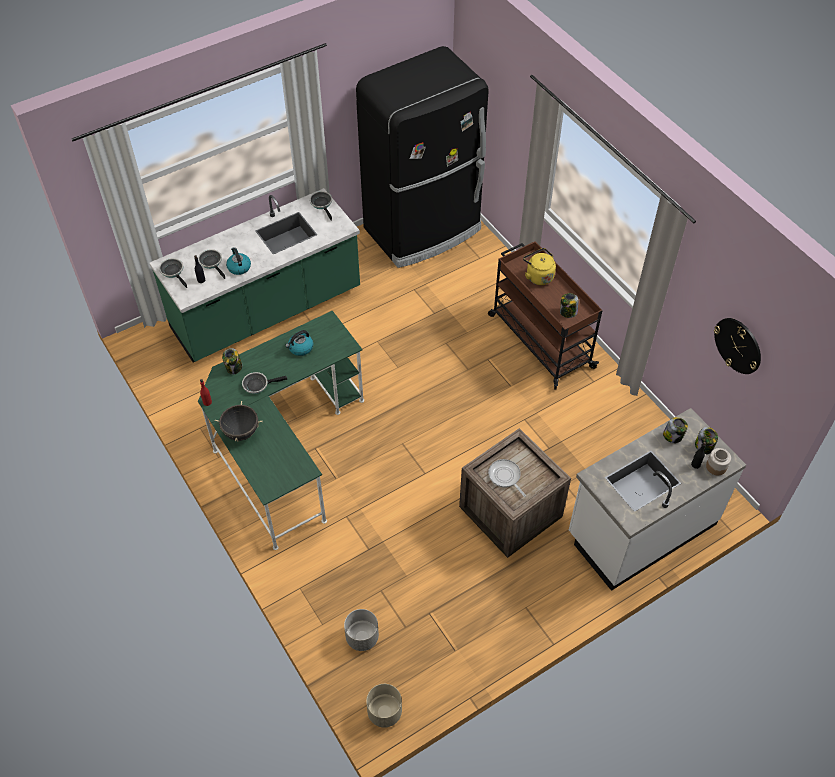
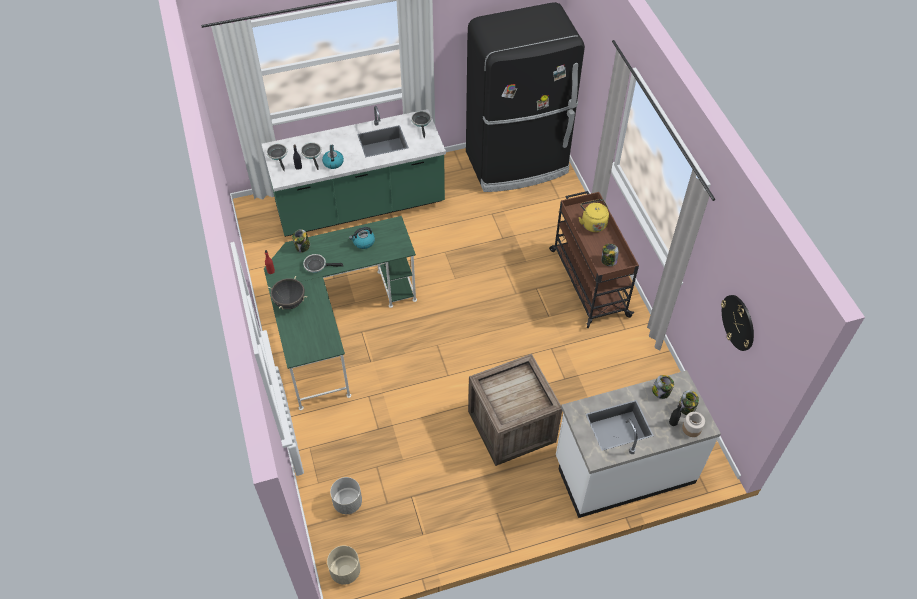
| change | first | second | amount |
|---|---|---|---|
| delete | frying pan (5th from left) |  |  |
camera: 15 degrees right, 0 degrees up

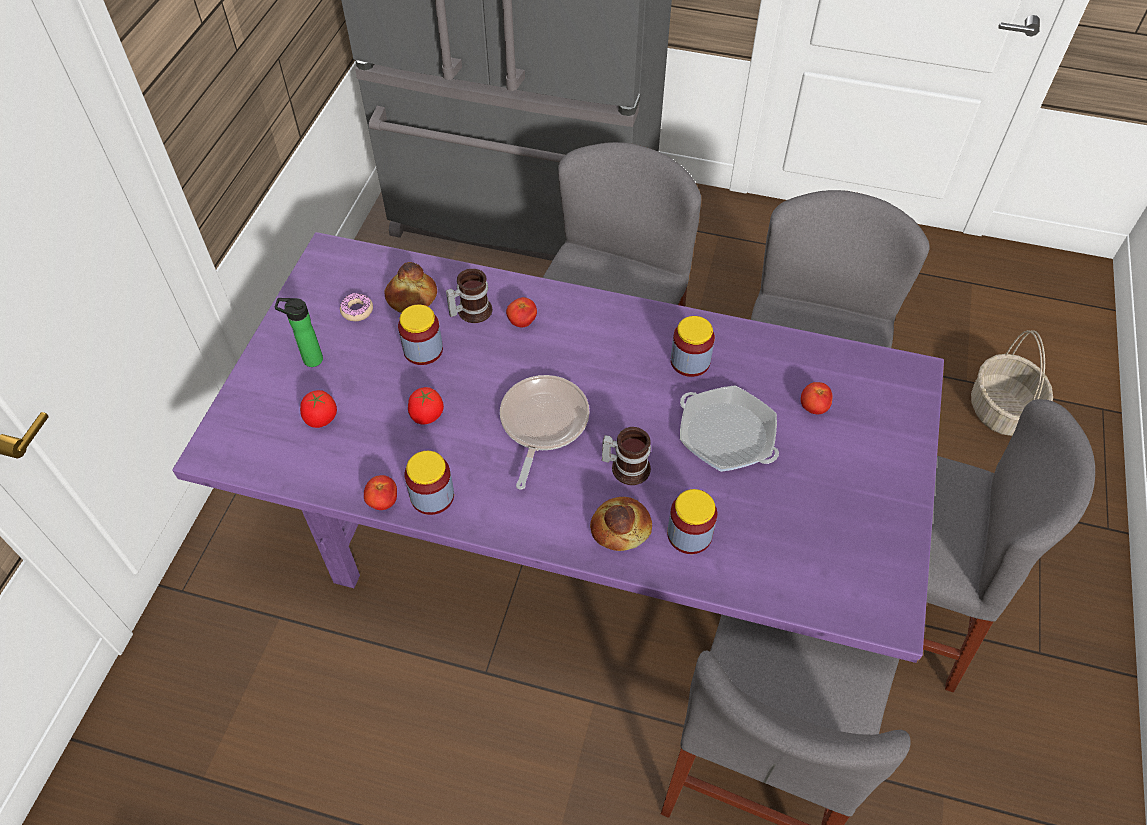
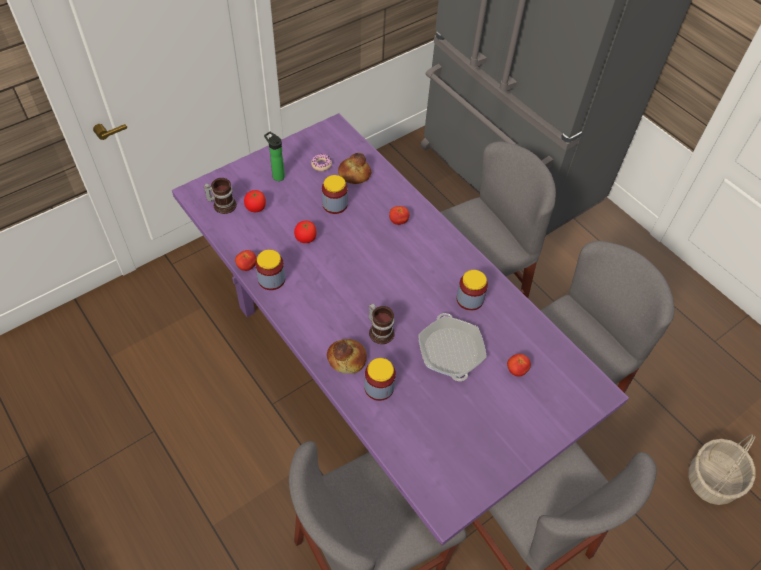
| change | first | second | amount |
|---|---|---|---|
| move | mug (1st from left) |  |  |
| delete | frying pan (1st from left) |  |  |
camera: 35 degrees right, 0 degrees up

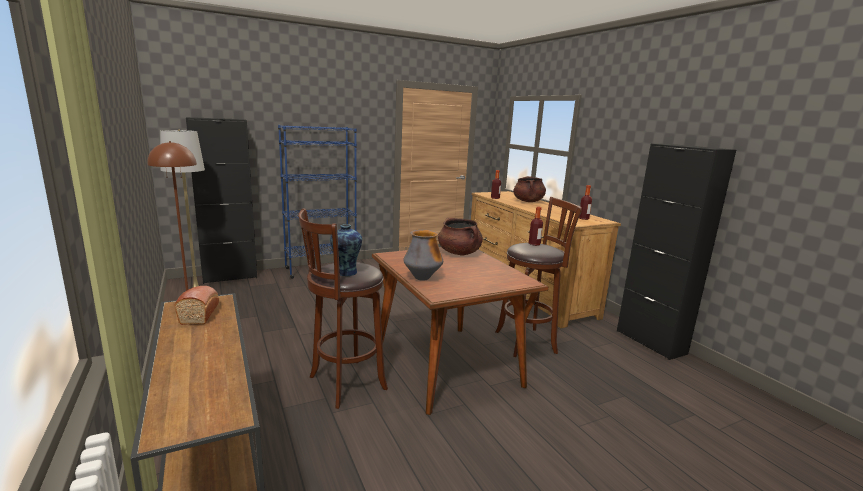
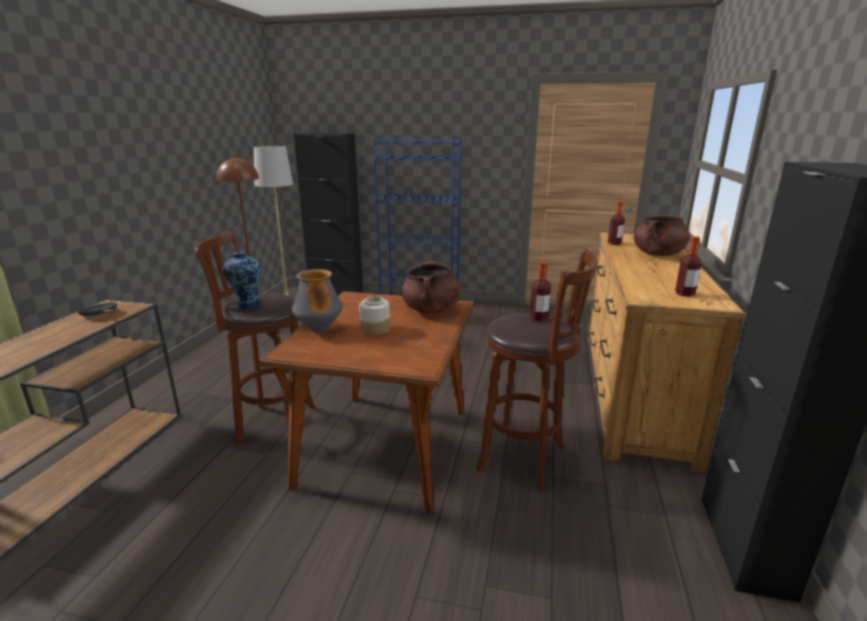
| change | first | second | amount |
|---|---|---|---|
| replace | bread | black frying pan |  |
| insert |  | jar |  |
camera: 40 degrees right, 5 degrees up

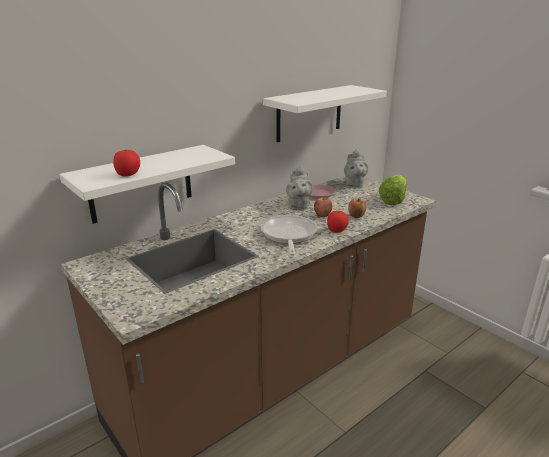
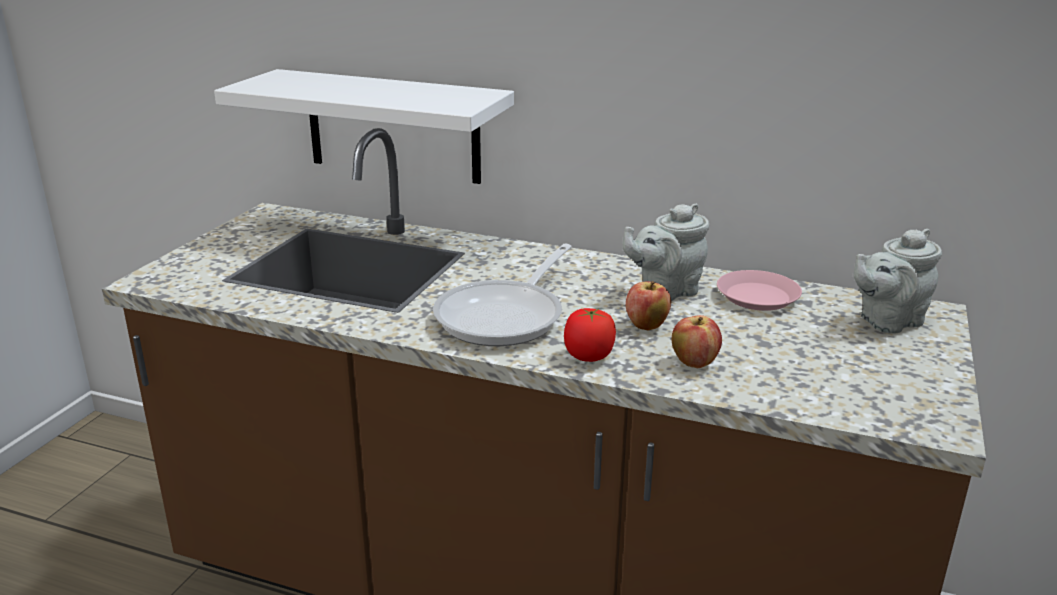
| change | first | second | amount |
|---|---|---|---|
| rotate | frying pan |  | 150 degrees clockwise |
| delete | tomato (1st from left) |  |  |
| delete | whitish shelf (2nd from left) |  |  |
| delete | lettuce |  |  |
camera: 60 degrees right, 0 degrees up

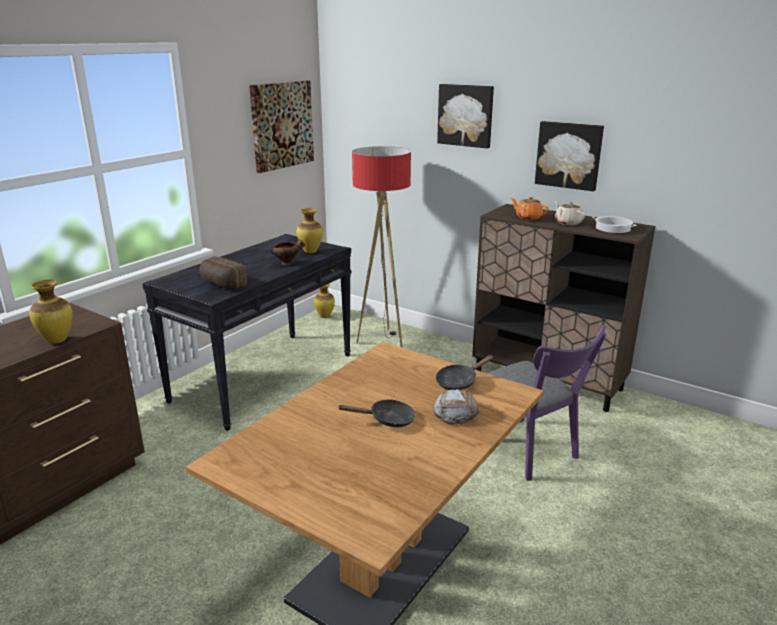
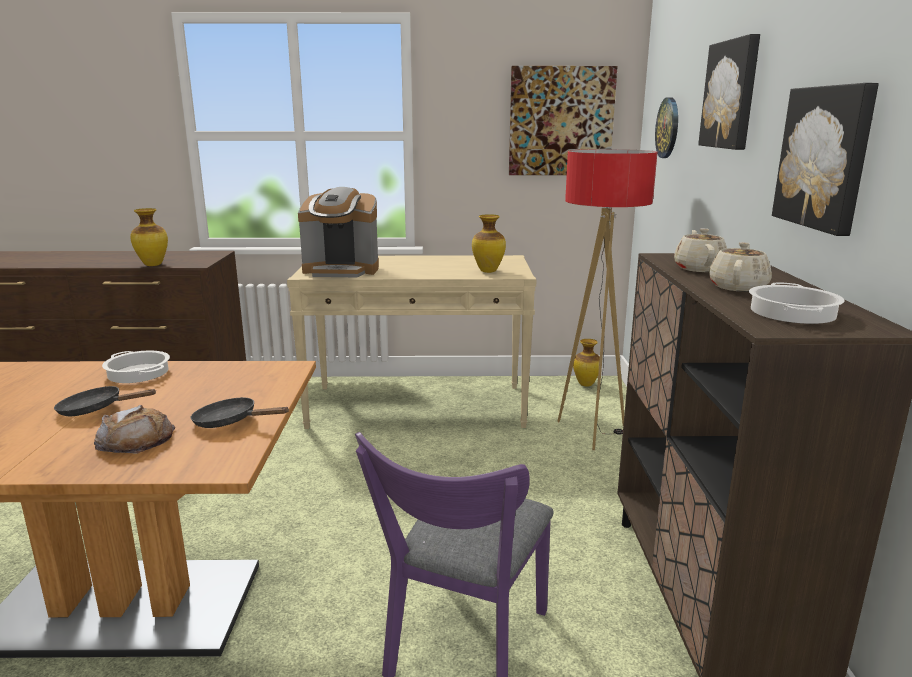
| change | first | second | amount |
|---|---|---|---|
| rotate | black frying pan (1st from left) |  | 135 degrees clockwise |
| insert |  | saucepot (1st from left) |  |
| recolor | black console table | beige console table |  |
| replace | bread (1st from left) | coffee maker |  |
| insert |  | hanging clock |  |
| recolor | orange teapot | beige teapot (1st from left) |  |
| delete | deep dish |  |  |
camera: 55 degrees right, 5 degrees down

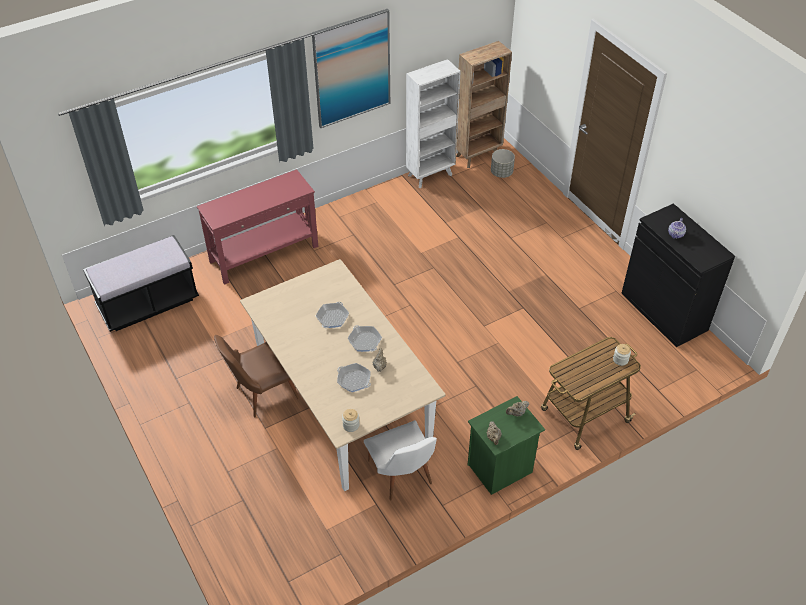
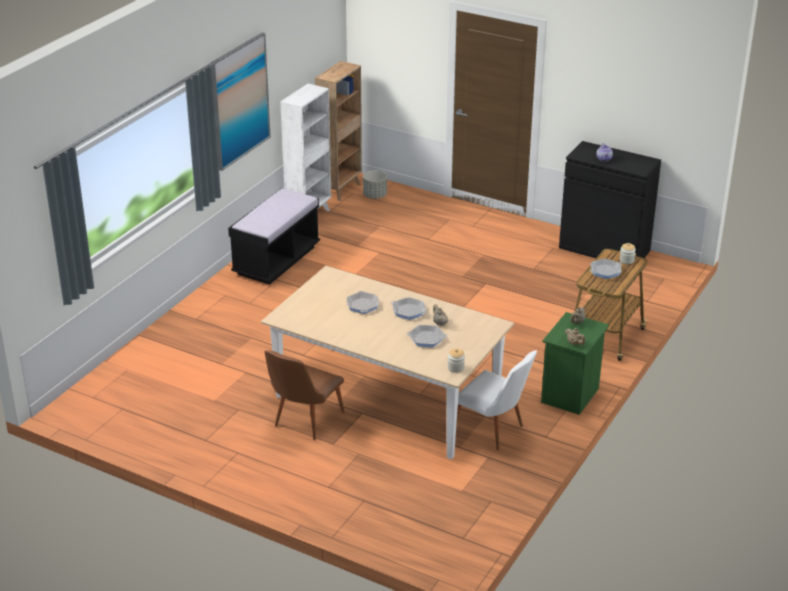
| change | first | second | amount |
|---|---|---|---|
| move | black indoor bench |  |  |
| insert |  | frying pan (4th from left) |  |
| delete | red console table |  |  |
camera: 30 degrees left, 15 degrees down

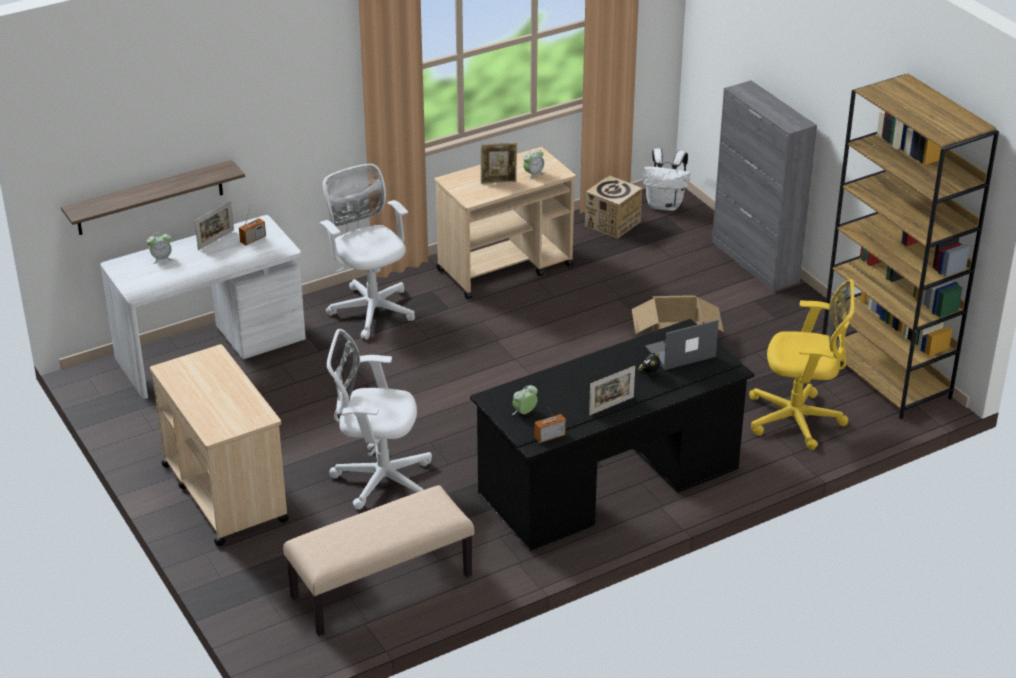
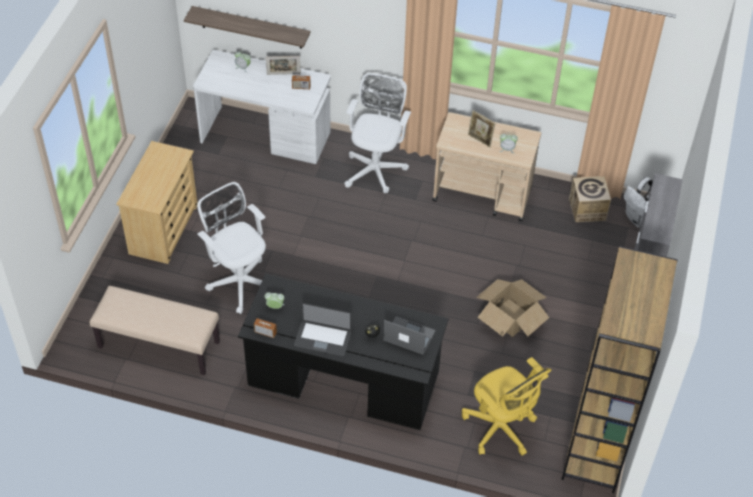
| change | first | second | amount |
|---|---|---|---|
| replace | beige wheeled cart (1st from left) | beige dresser |  |
| replace | picture frame (3rd from left) | notebook computer (1st from left) |  |
camera: 45 degrees right, 15 degrees up

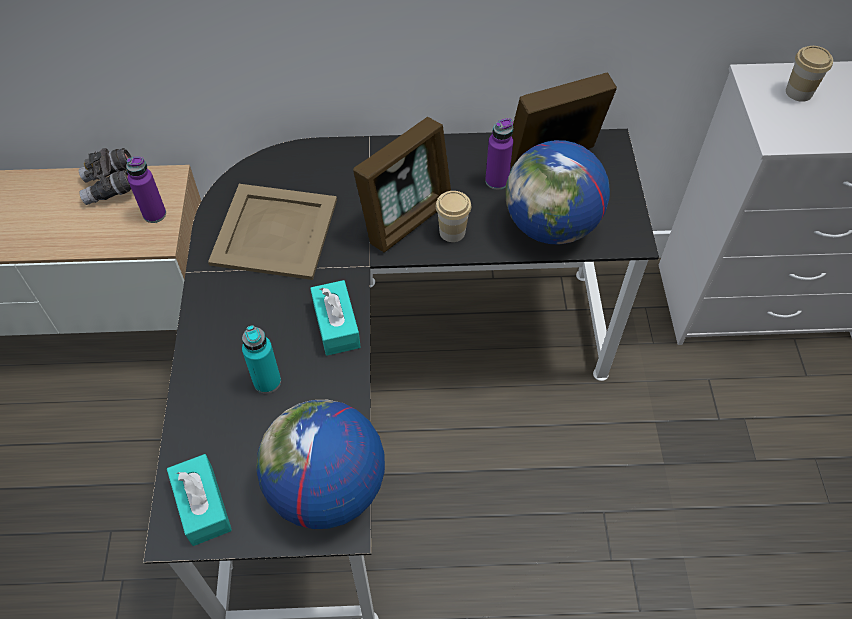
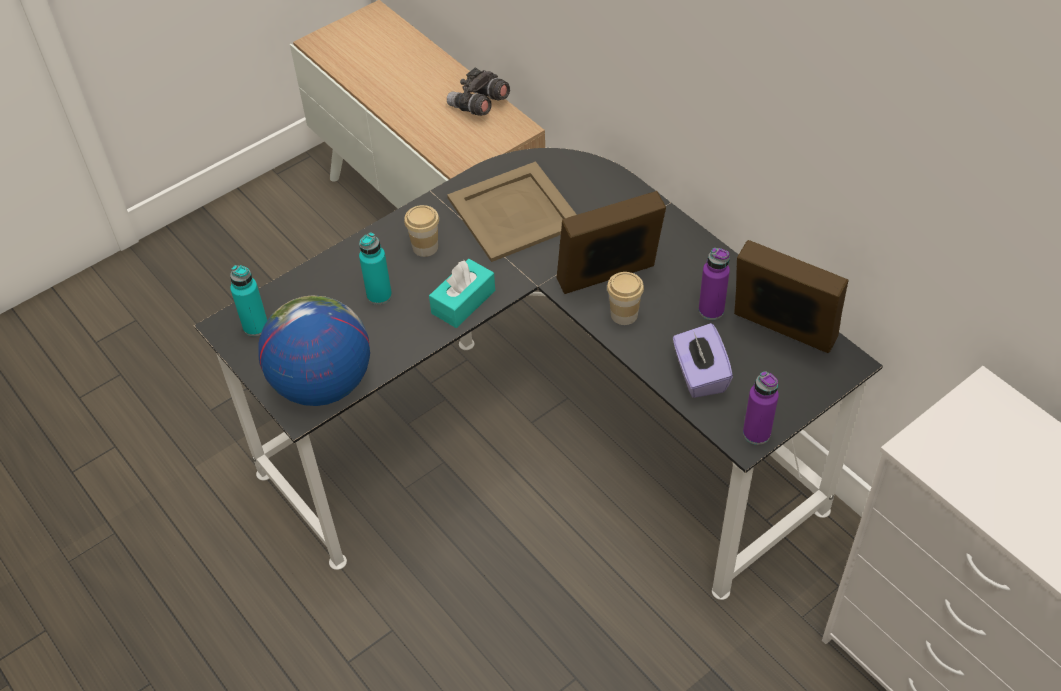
| change | first | second | amount |
|---|---|---|---|
| replace | turquoise tissue box (1st from left) | turquoise drink bottle (1st from left) |  |
| move | cup (2nd from left in the first image) | cup (1st from left) |  |
| rotate | picture frame (1st from left) |  | 150 degrees clockwise |
| replace | desk globe (2nd from left) | purple-coloured tissue box |  |
| move | purple-coloured drink bottle (1st from left in the first image) | purple-coloured drink bottle (2nd from left) |  |
camera: 55 degrees right, 5 degrees down

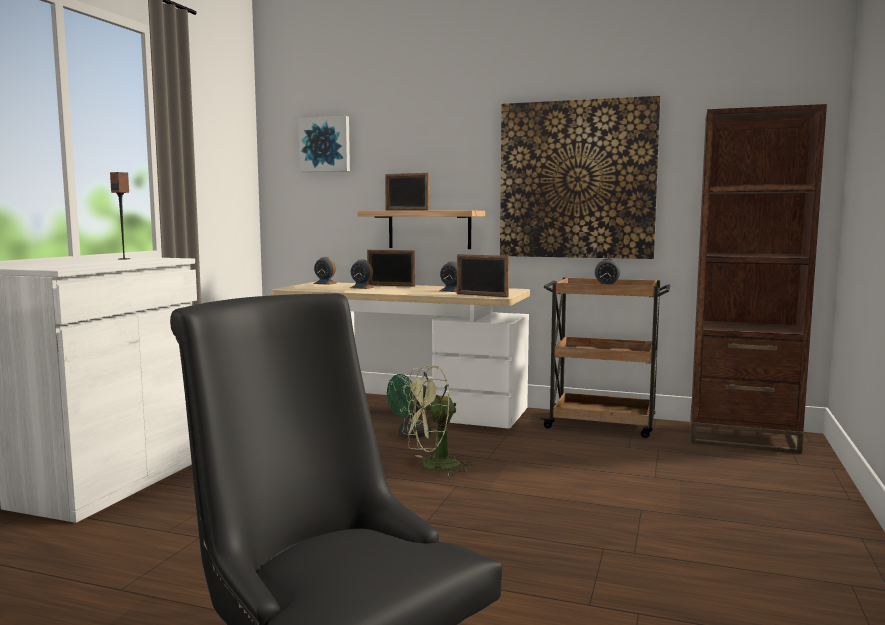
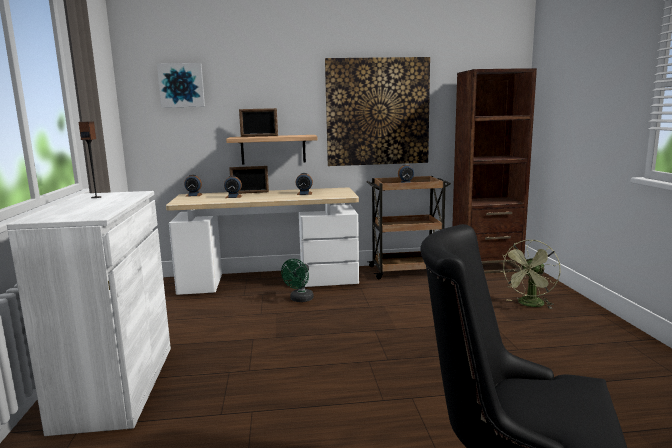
| change | first | second | amount |
|---|---|---|---|
| move | greenish cooling fan (2nd from left) |  |  |
| delete | picture frame (3rd from left) |  |  |
camera: 25 degrees left, 5 degrees up

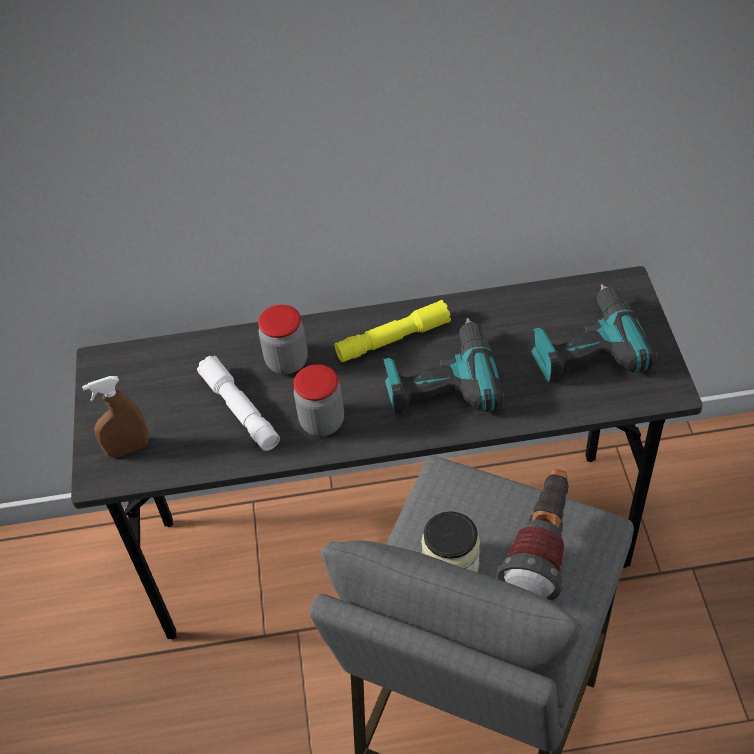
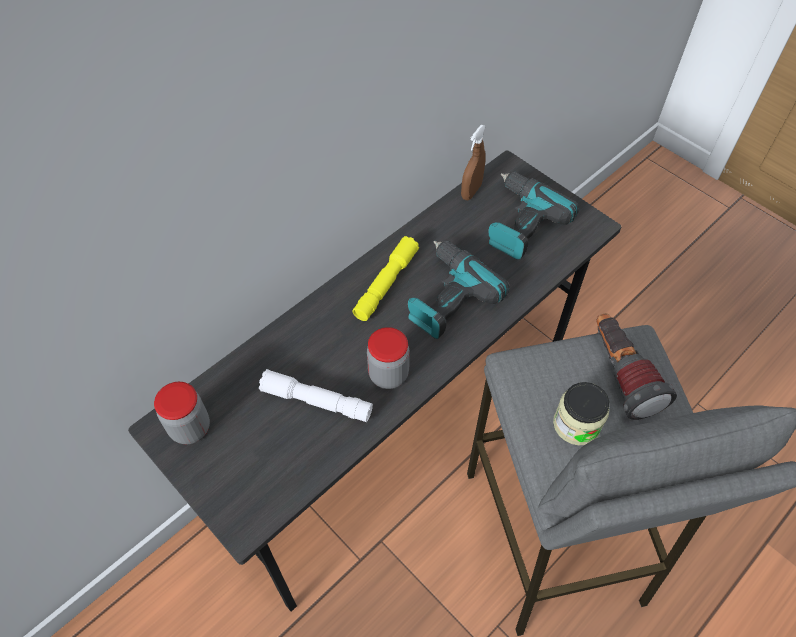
| change | first | second | amount |
|---|---|---|---|
| move | jar (1st from left) |  |  |
| move | brown hand sprayer |  |  |
camera: 40 degrees left, 5 degrees up

